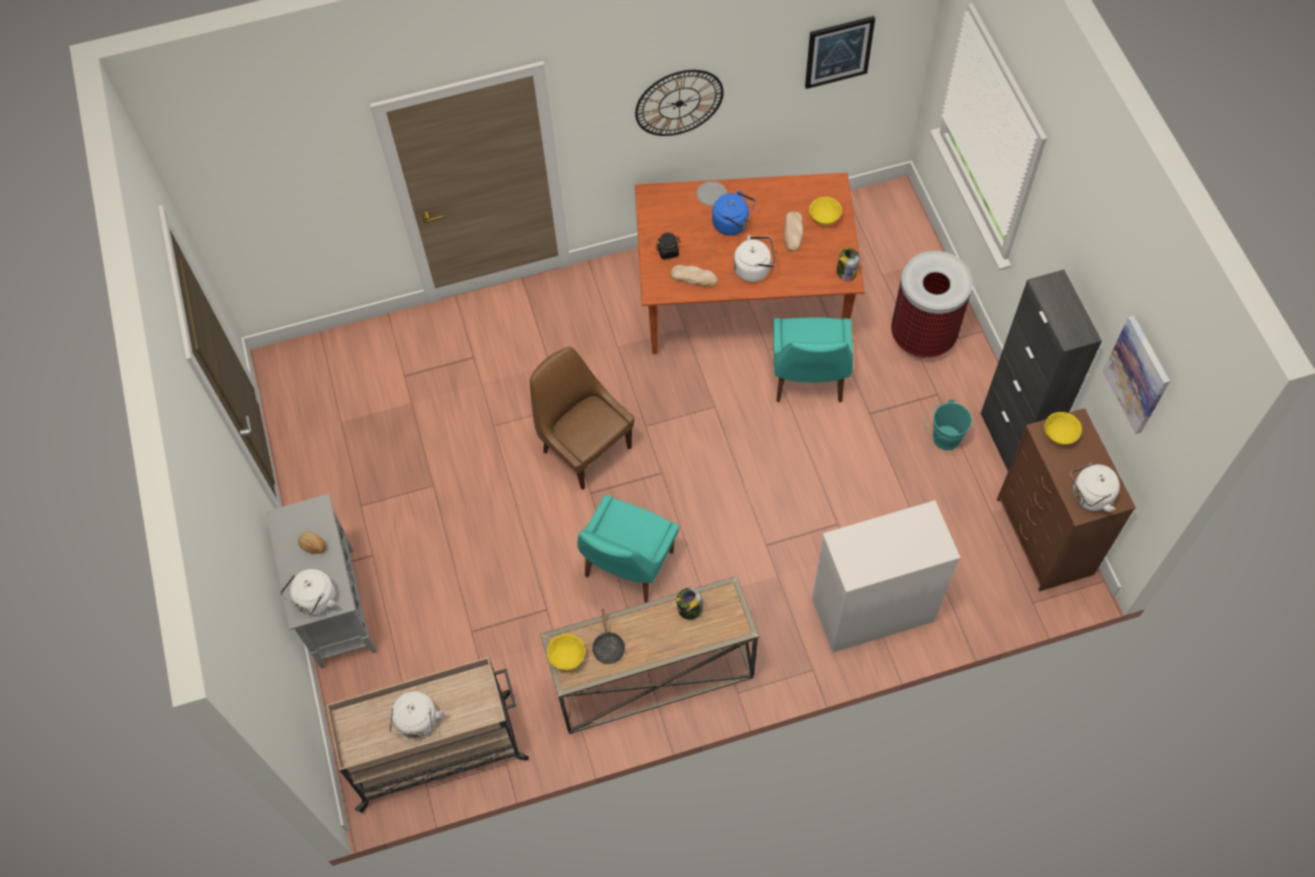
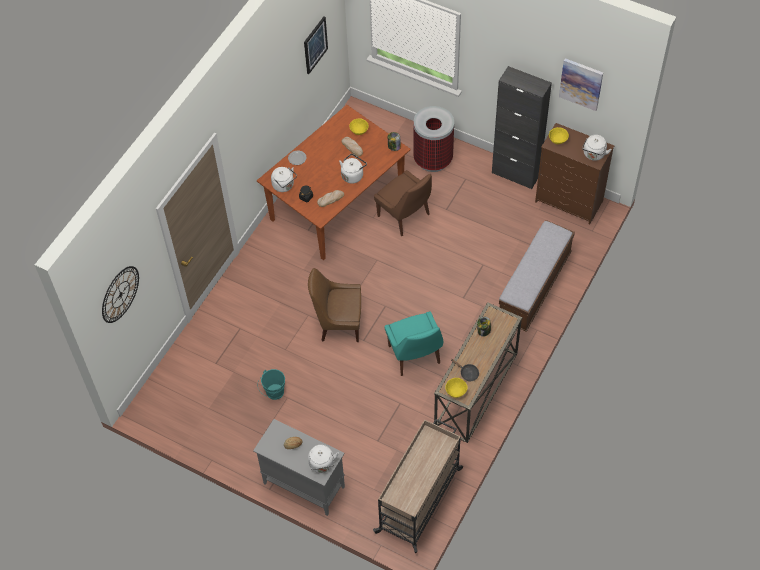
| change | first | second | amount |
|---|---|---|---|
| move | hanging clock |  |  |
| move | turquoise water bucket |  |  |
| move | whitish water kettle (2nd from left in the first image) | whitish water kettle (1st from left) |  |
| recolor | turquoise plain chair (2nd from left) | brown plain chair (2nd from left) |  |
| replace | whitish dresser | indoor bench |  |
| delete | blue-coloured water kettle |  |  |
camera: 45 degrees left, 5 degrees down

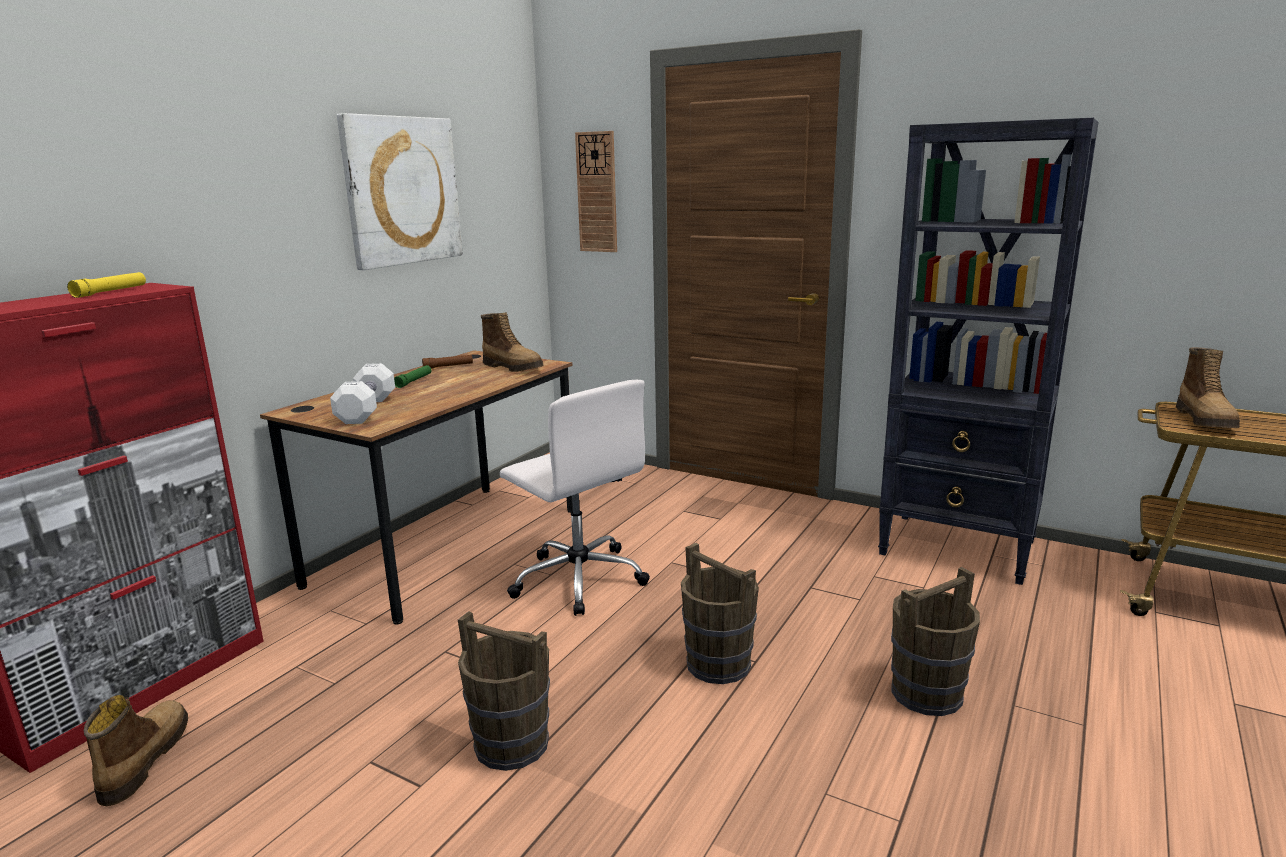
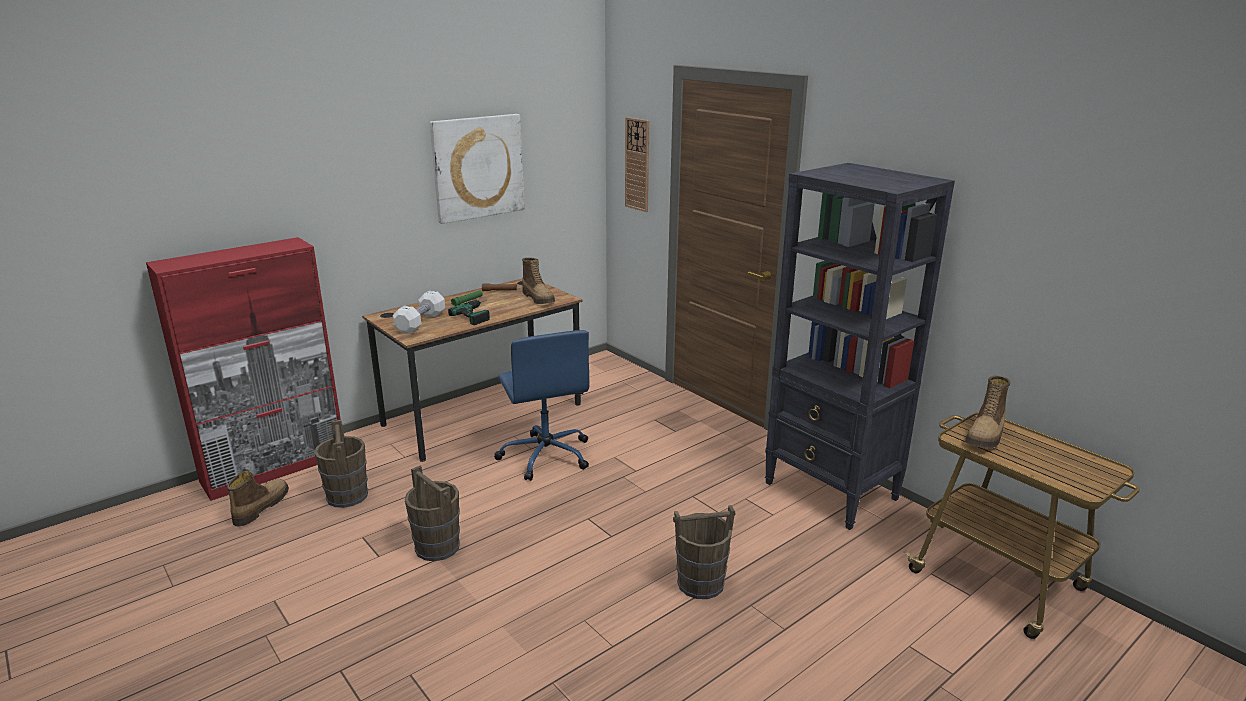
| change | first | second | amount |
|---|---|---|---|
| move | brown water bucket (2nd from left in the first image) | brown water bucket (1st from left) |  |
| insert |  | power drill |  |
| recolor | whitish office chair | blue-coloured office chair |  |
| delete | yellow-coloured torch |  |  |
camera: 20 degrees right, 5 degrees up

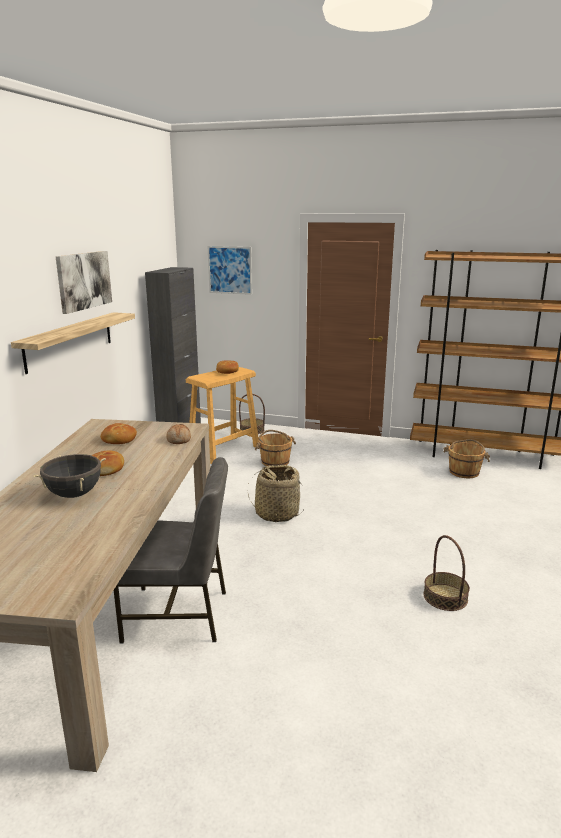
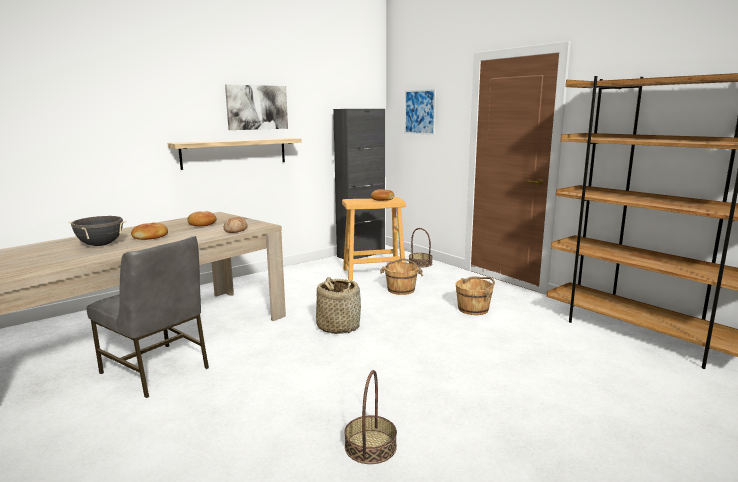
| change | first | second | amount |
|---|---|---|---|
| move | brown water bucket (2nd from left) |  |  |
camera: 35 degrees right, 5 degrees down

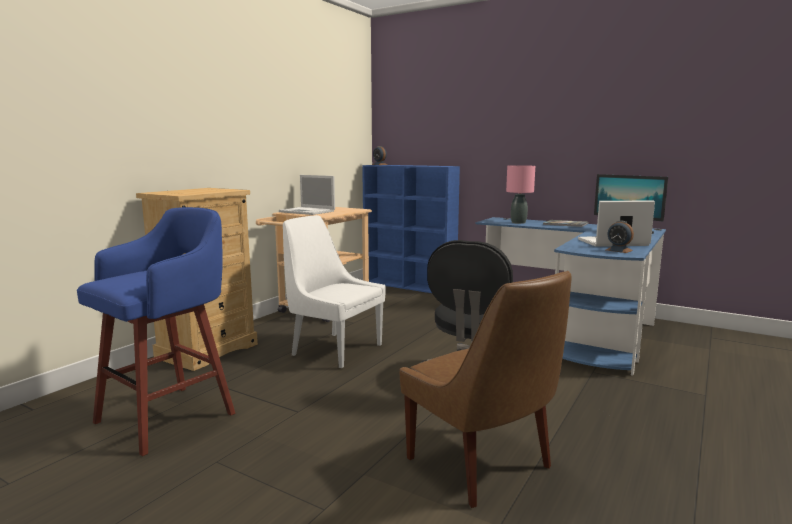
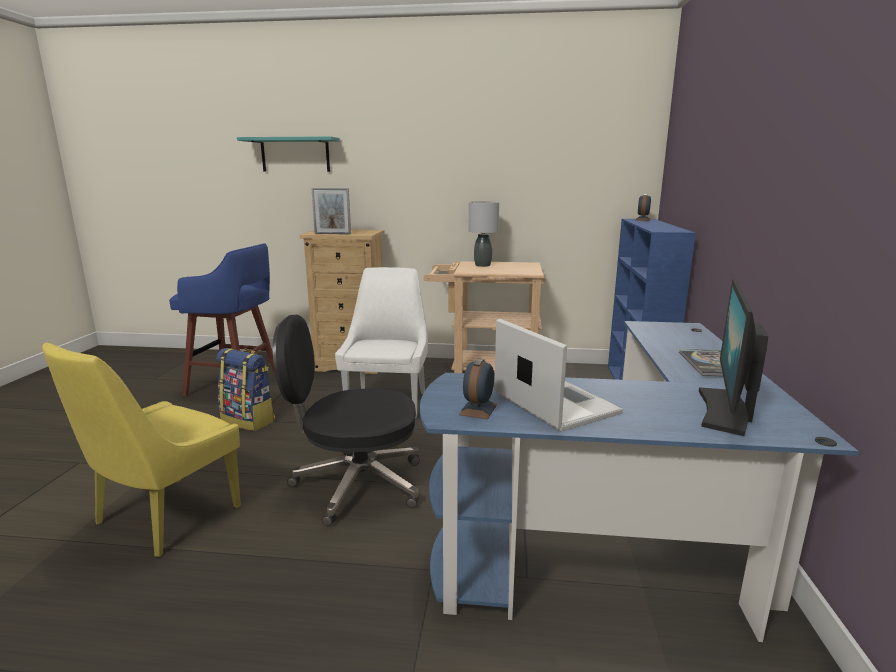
| change | first | second | amount |
|---|---|---|---|
| recolor | brown plain chair | yellow-coloured plain chair |  |
| insert |  | backpack |  |
| insert |  | turquoise shelf |  |
| insert |  | picture frame |  |
| replace | notebook computer (1st from left) | gray table lamp |  |
| delete | pink table lamp |  |  |
camera: 65 degrees right, 5 degrees up

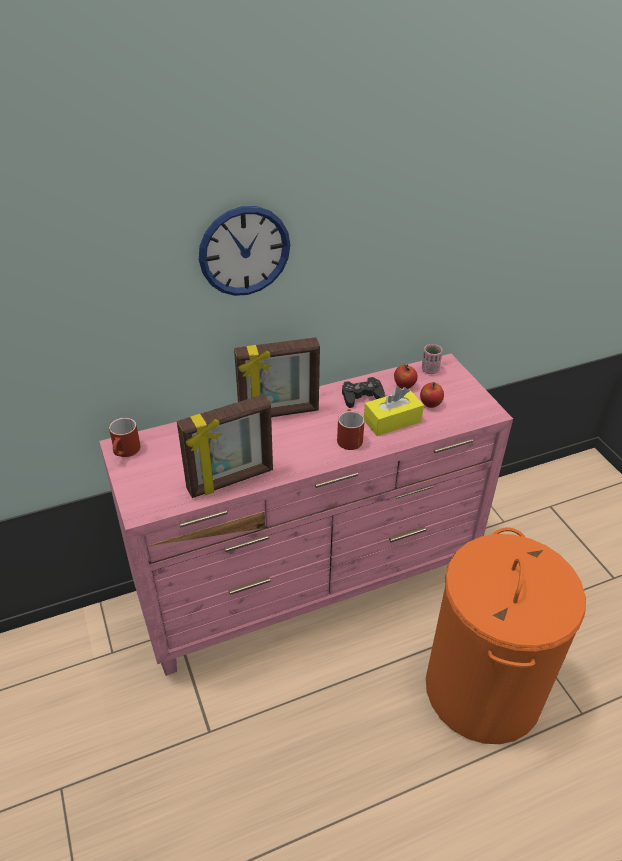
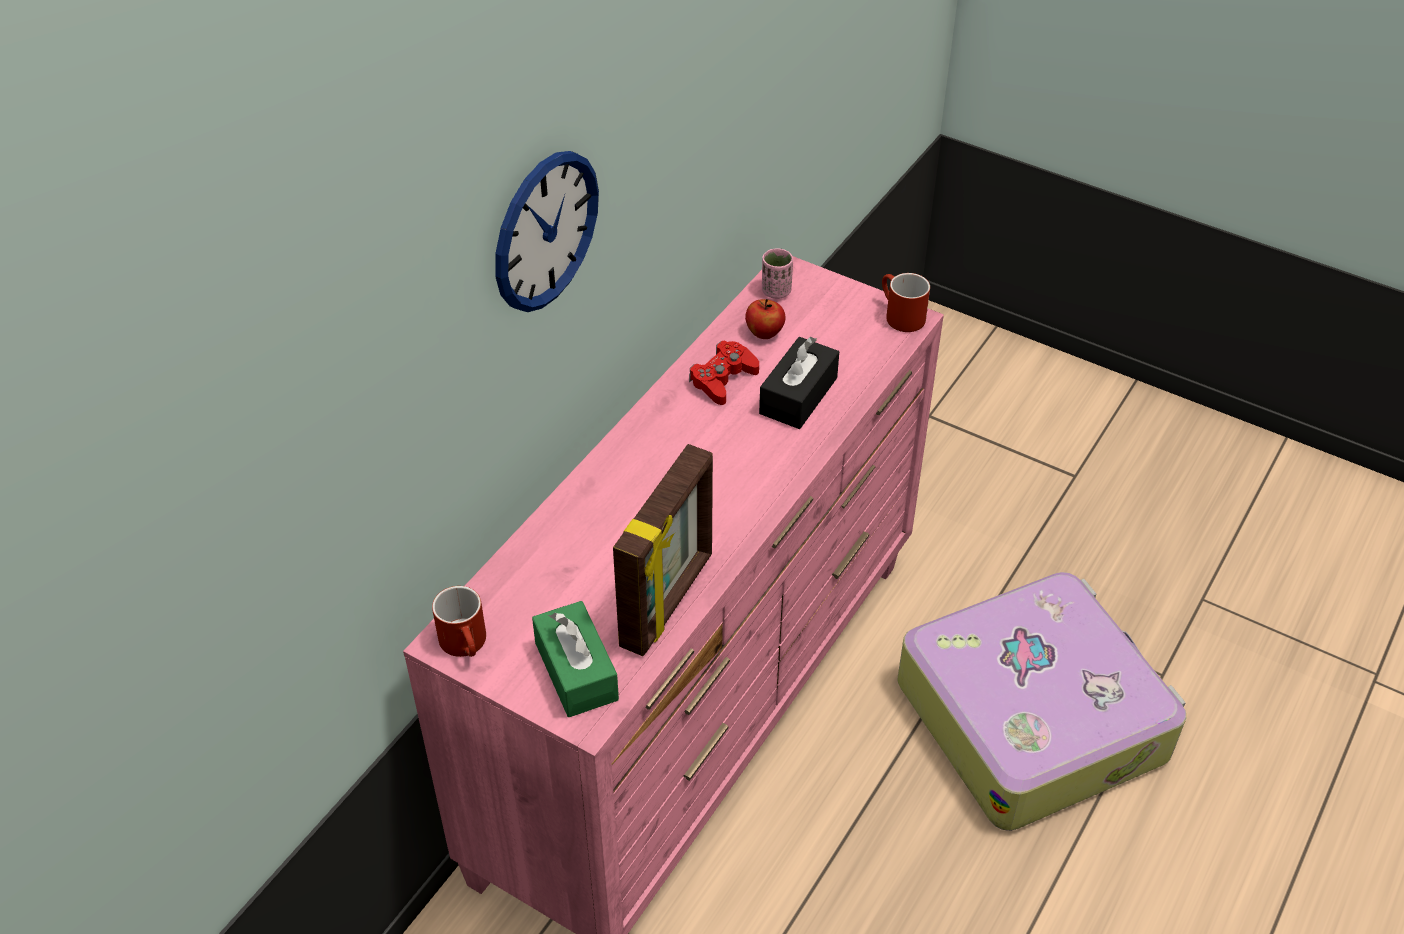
| change | first | second | amount |
|---|---|---|---|
| insert |  | greenish tissue box |  |
| recolor | black gamepad | red gamepad |  |
| recolor | yellow-coloured tissue box | black tissue box |  |
| move | red mug (2nd from left) |  |  |
| replace | orange laundry basket | travel case |  |
| delete | picture frame (2nd from left) |  |  |
| delete | apple (2nd from left) |  |  |
camera: 35 degrees left, 5 degrees up

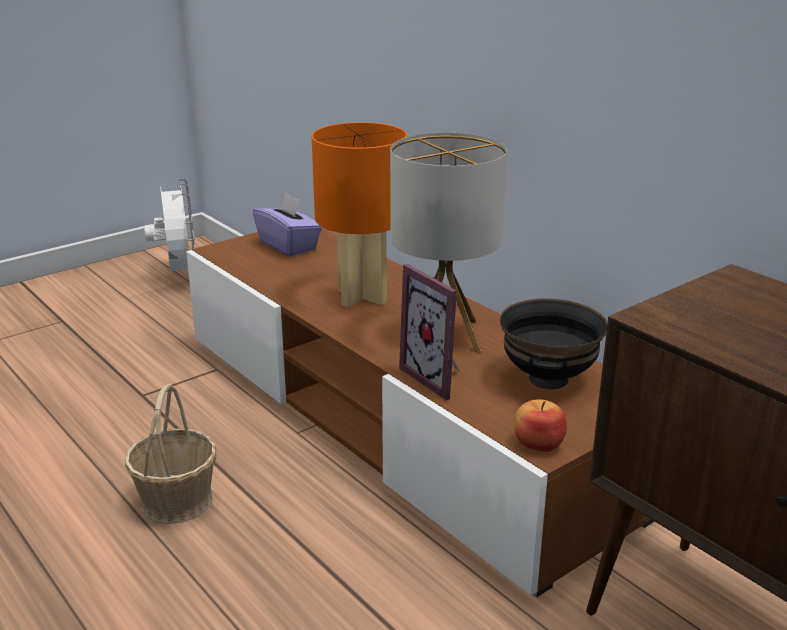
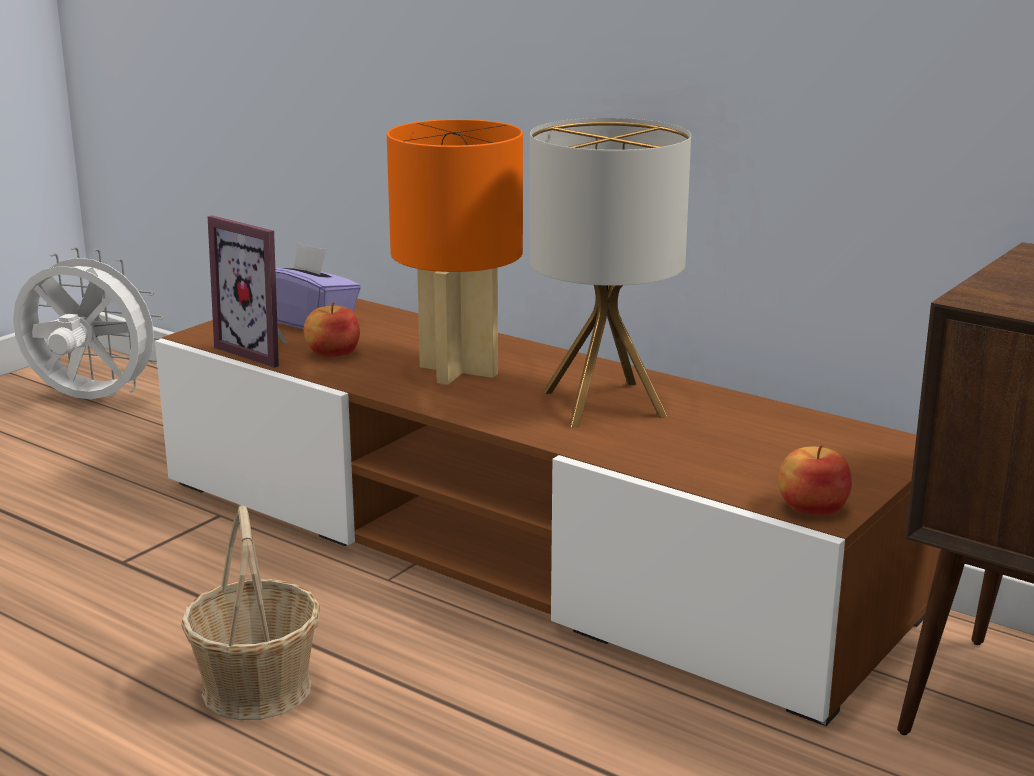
| change | first | second | amount |
|---|---|---|---|
| rotate | whitish cooling fan |  | 45 degrees counterclockwise |
| move | picture frame |  |  |
| insert |  | apple (1st from left) |  |
| delete | black deep dish |  |  |
camera: 15 degrees left, 5 degrees down

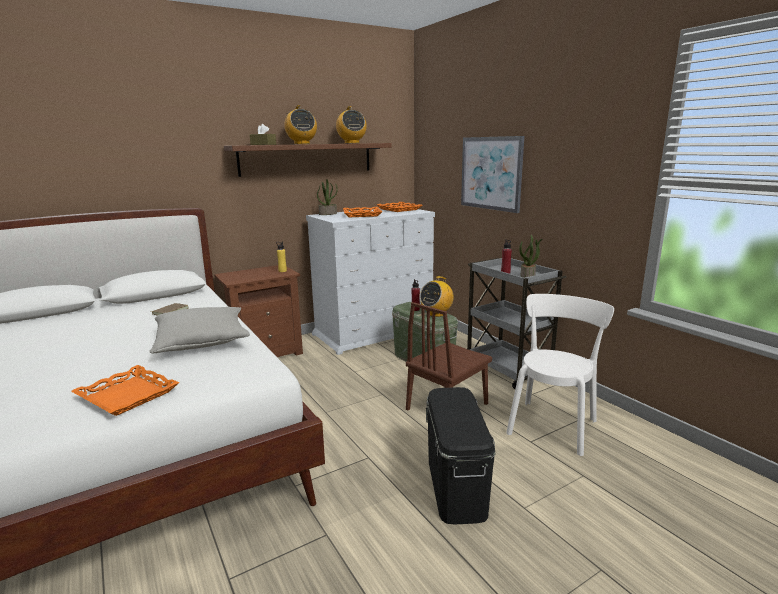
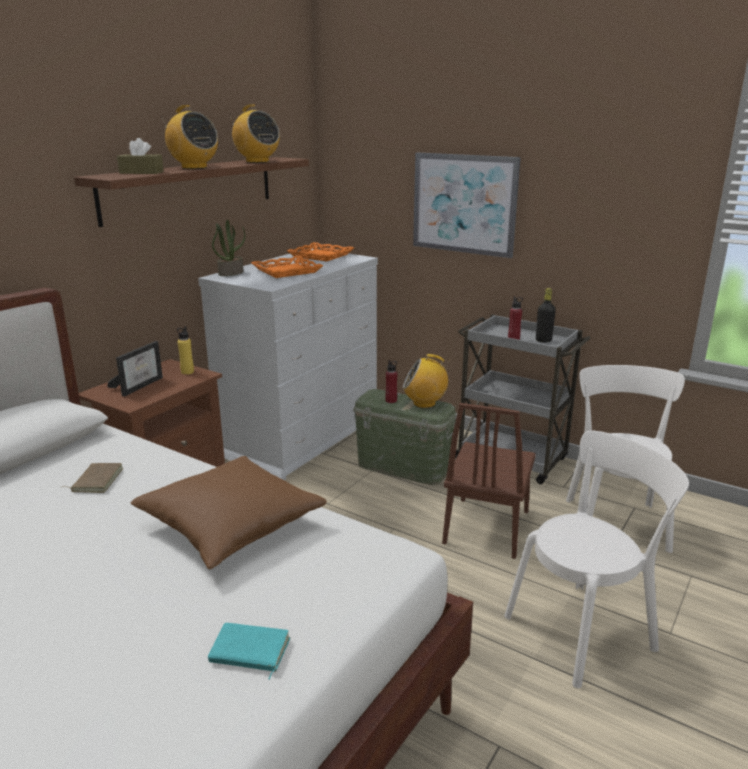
| change | first | second | amount |
|---|---|---|---|
| insert |  | picture frame |  |
| recolor | gray throw pillow | brown throw pillow |  |
| replace | orange serving tray (1st from left) | turquoise bound book |  |
| rotate | radio (3rd from left) |  | 75 degrees clockwise |
| replace | black storage container | whitish plain chair (1st from left) |  |
| replace | houseplant (2nd from left) | black drink bottle |  |
camera: 25 degrees left, 5 degrees up

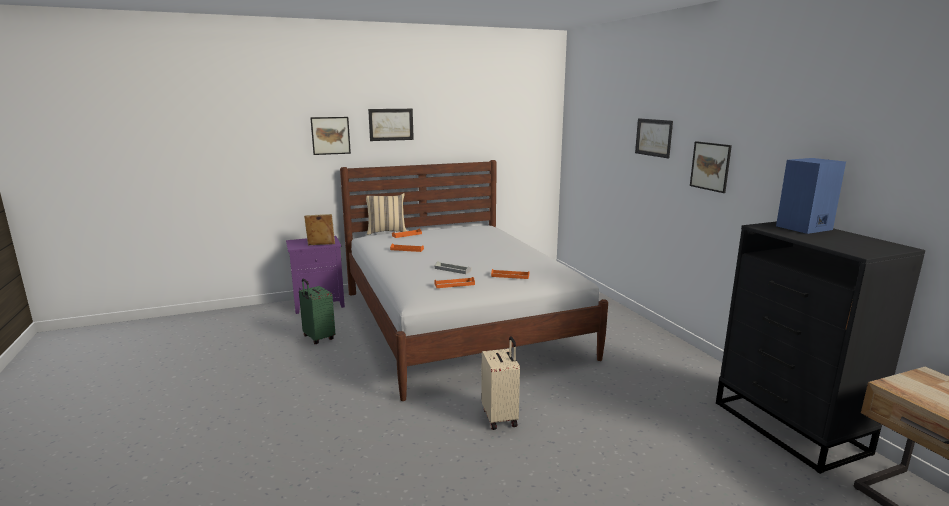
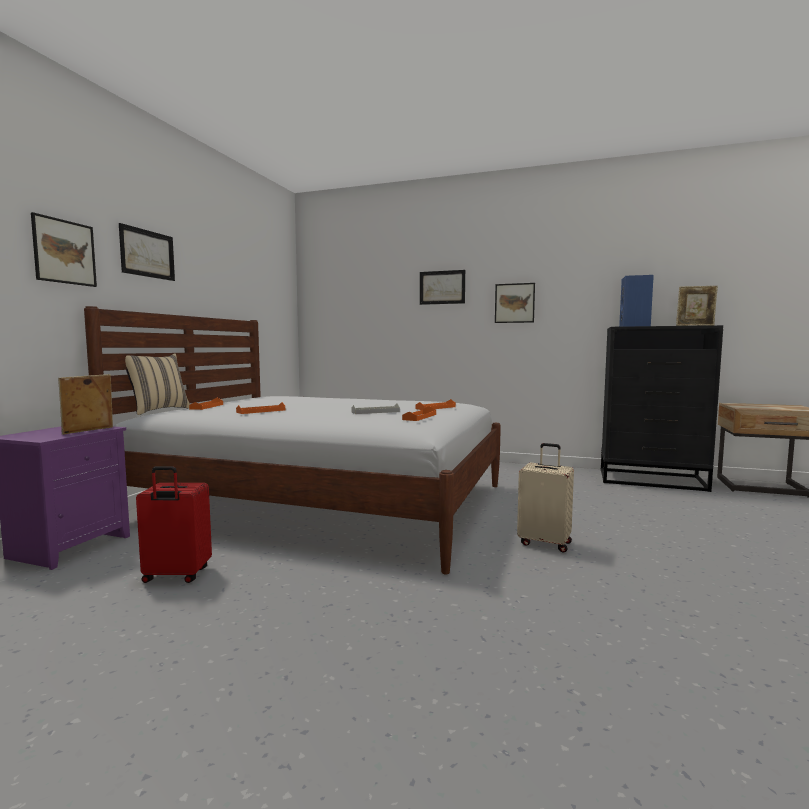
| change | first | second | amount |
|---|---|---|---|
| recolor | greenish travel case | red travel case |  |
| insert |  | picture frame (2nd from left) |  |
camera: 50 degrees left, 10 degrees down

